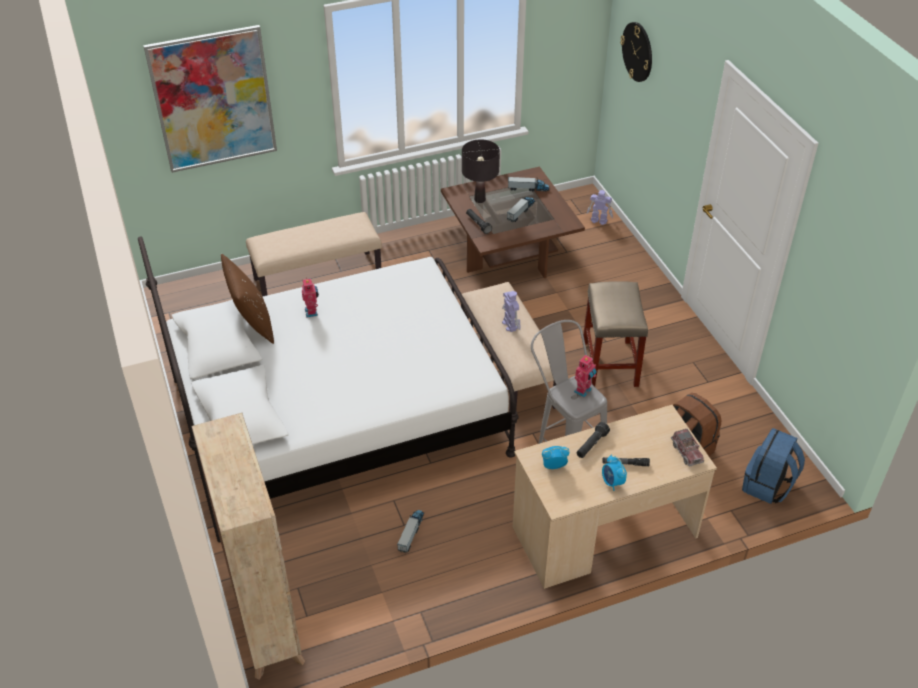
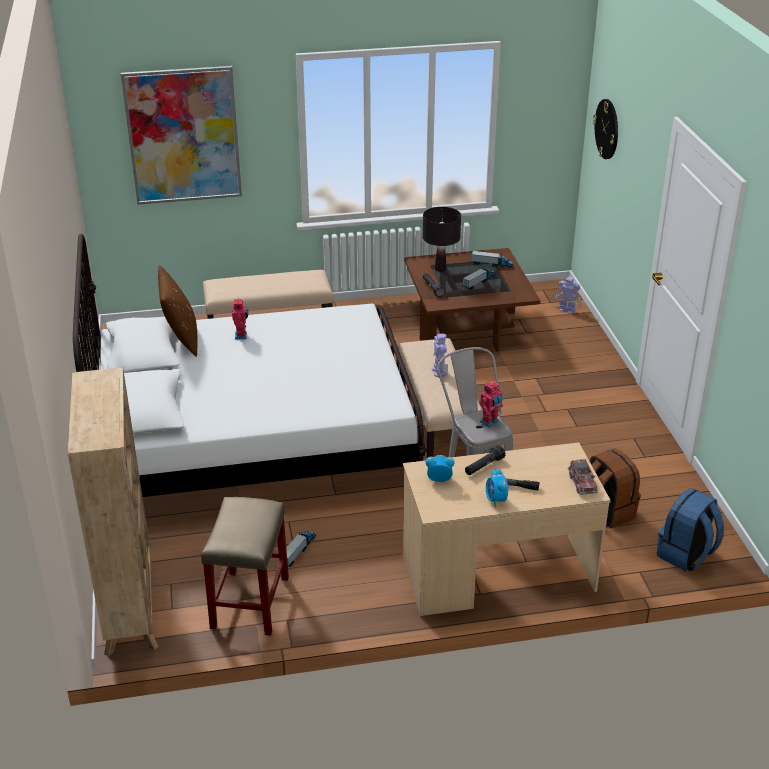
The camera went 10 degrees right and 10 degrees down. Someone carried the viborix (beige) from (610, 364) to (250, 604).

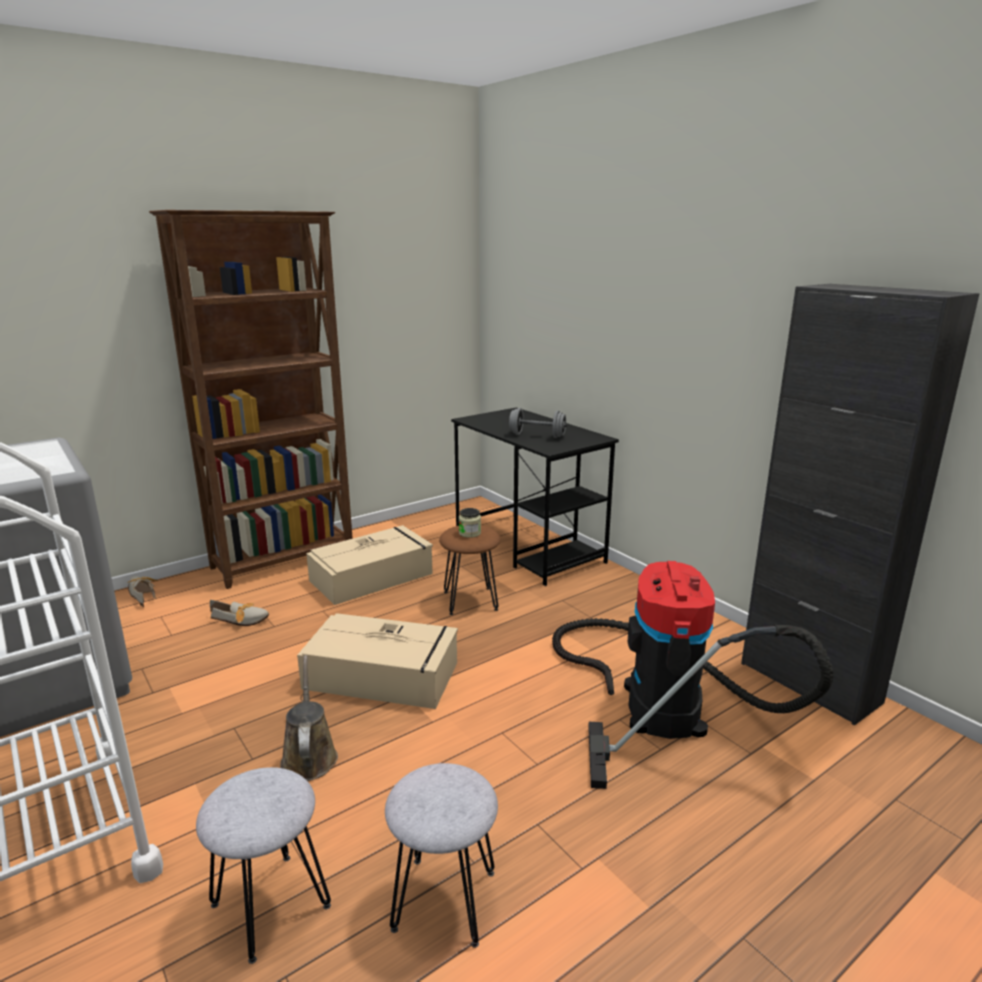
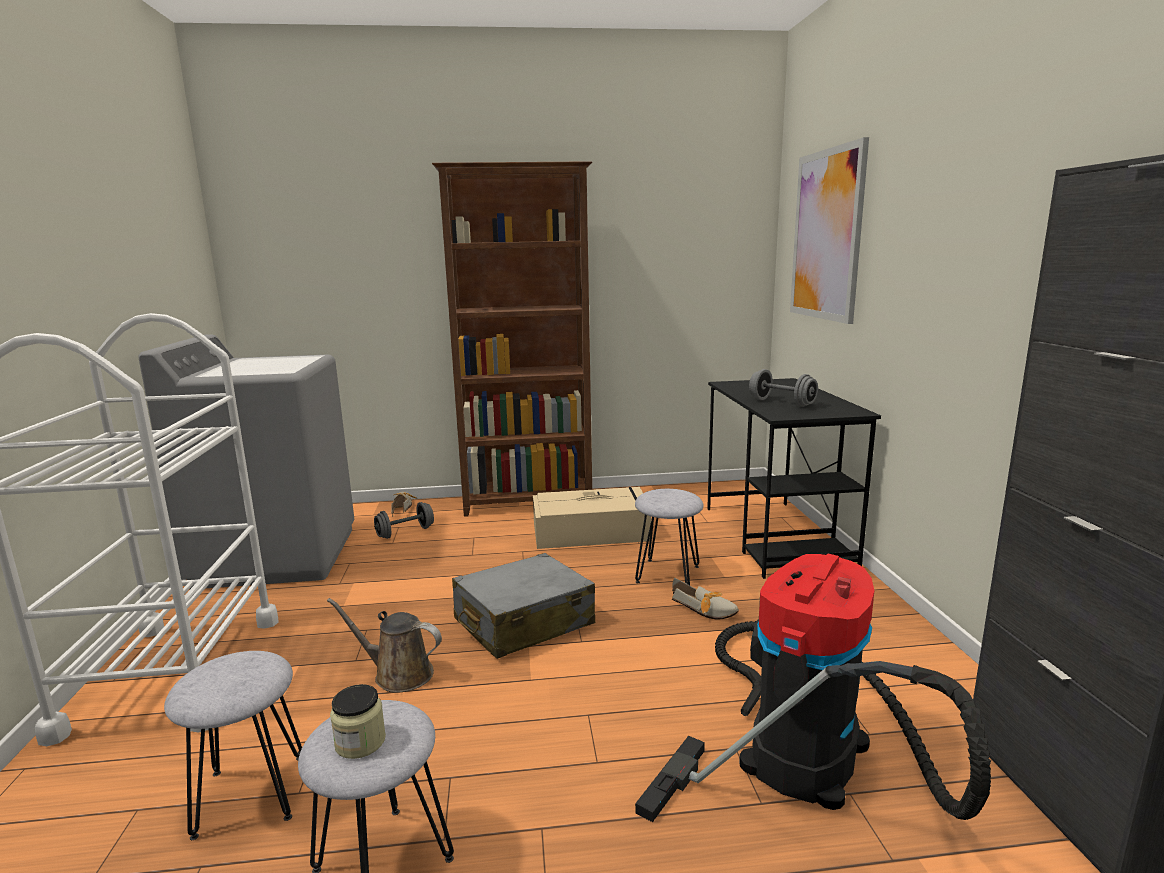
The camera went 30 degrees right and 5 degrees down. Someone carried the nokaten from (242, 620) to (706, 610). Someone rotated the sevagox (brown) at (309, 756) by 90 degrees counterclockwise. Someone swapped the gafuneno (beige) at (383, 676) for the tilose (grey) at (523, 622). Someone repainted the viborix (brown) at (471, 600), which became the viborix (grey) at (668, 574). Someone carried the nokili from (470, 533) to (360, 742). Someone put down the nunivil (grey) at (405, 532). Someone put up the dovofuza at (827, 235).

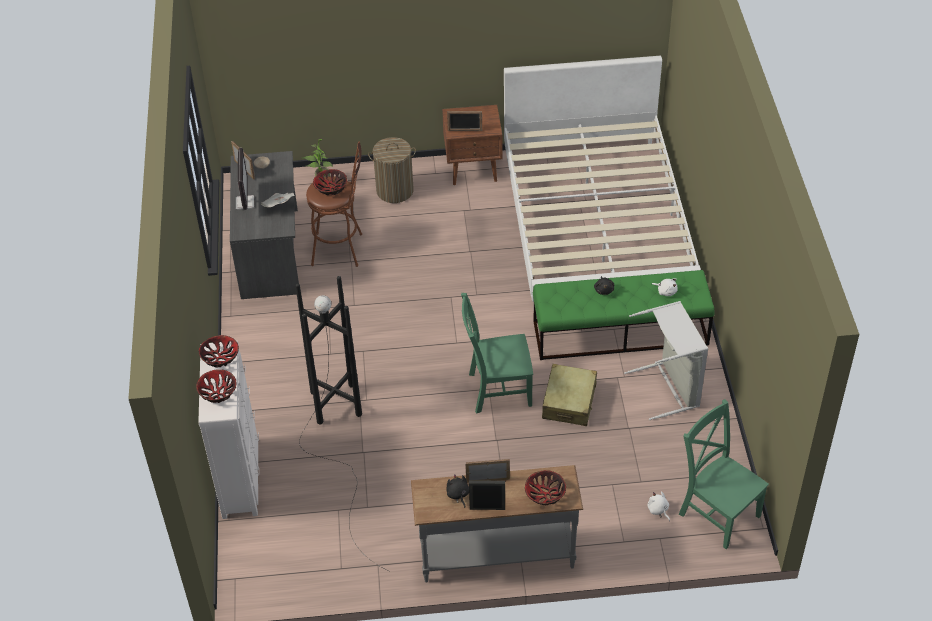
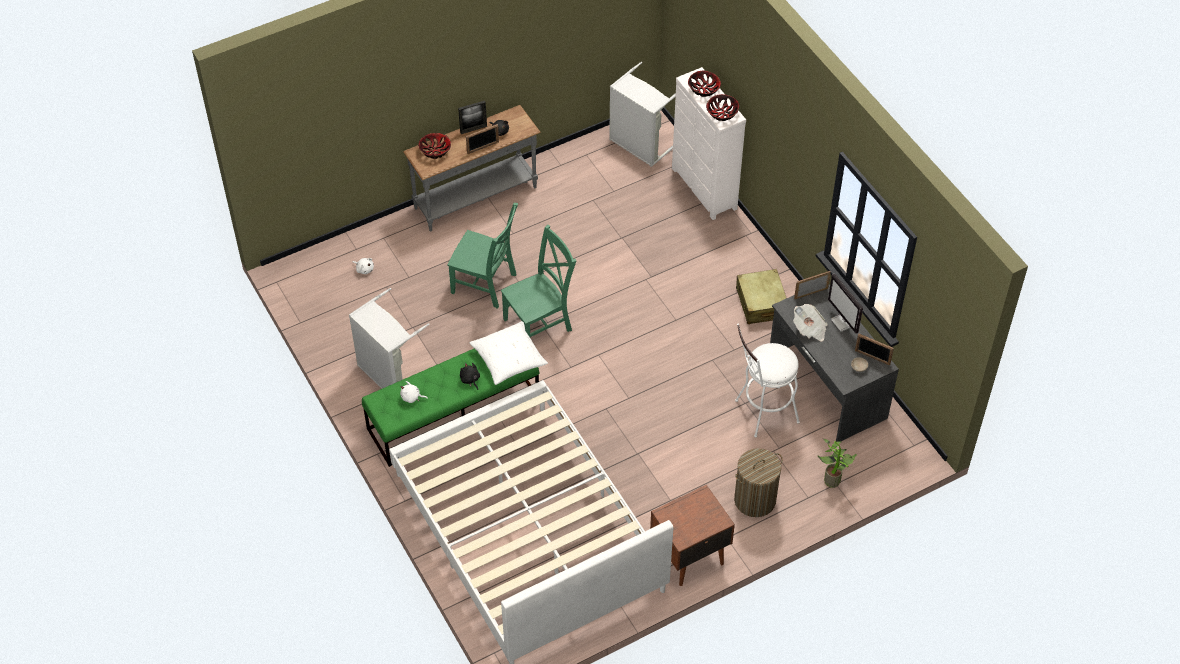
The camera went 155 degrees right and 5 degrees up. Someone took away the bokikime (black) at (337, 443). Someone repainted the viborix (brown) at (342, 249), which became the viborix (white) at (761, 413). Someone took away the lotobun at (331, 188). Someone carried the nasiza from (465, 130) to (810, 293). Someone carried the tilose (beige) from (569, 402) to (761, 303). Someone carried the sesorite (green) from (717, 512) to (486, 285). Someone put down the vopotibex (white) at (509, 359). Someone put down the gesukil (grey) at (640, 145).

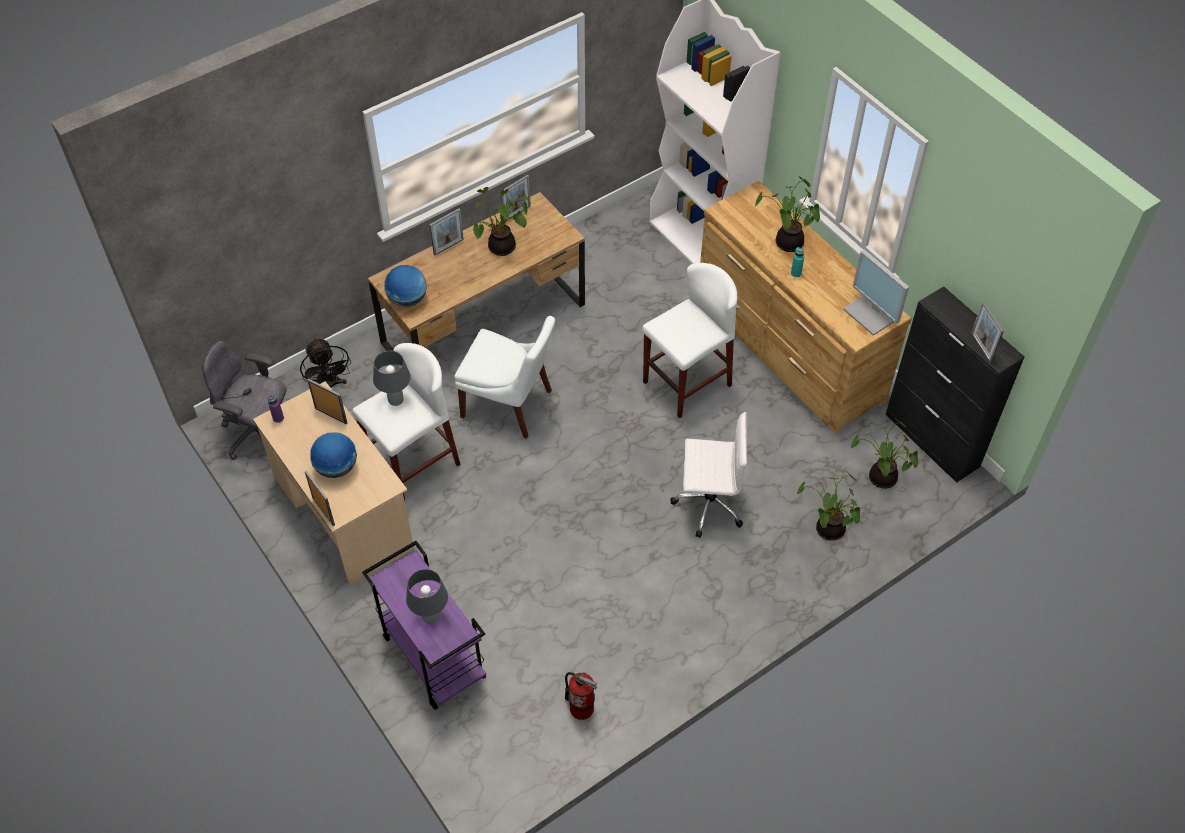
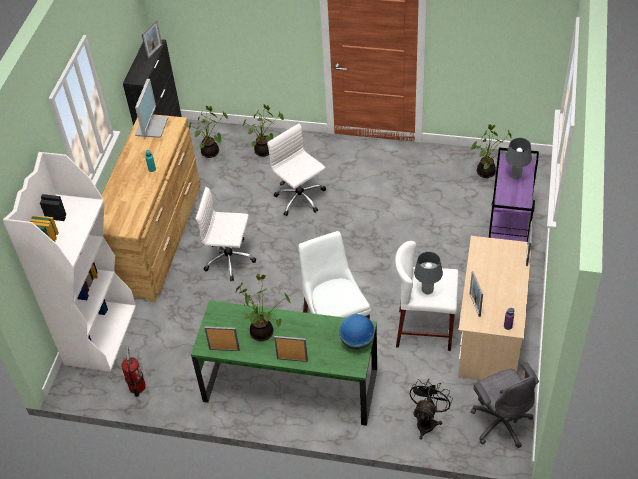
The camera went 130 degrees left and 5 degrees down. Someone took away the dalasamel at (337, 467). Someone repainted the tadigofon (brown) at (484, 324), which became the tadigofon (green) at (290, 385). Someone carried the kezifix from (581, 708) to (137, 387). Someone swapped the viborix (white) at (687, 383) for the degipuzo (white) at (230, 259). Someone carried the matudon from (786, 243) to (487, 173).

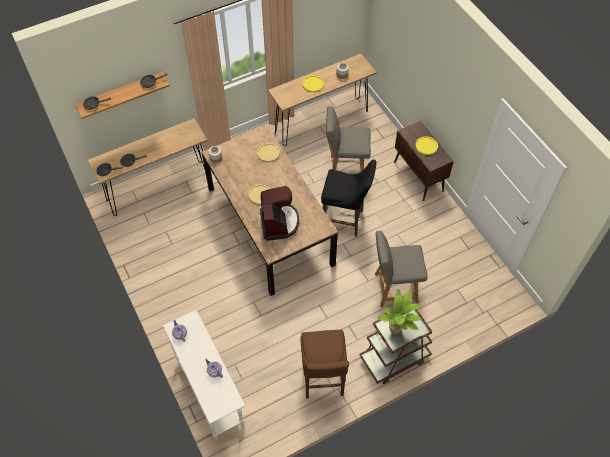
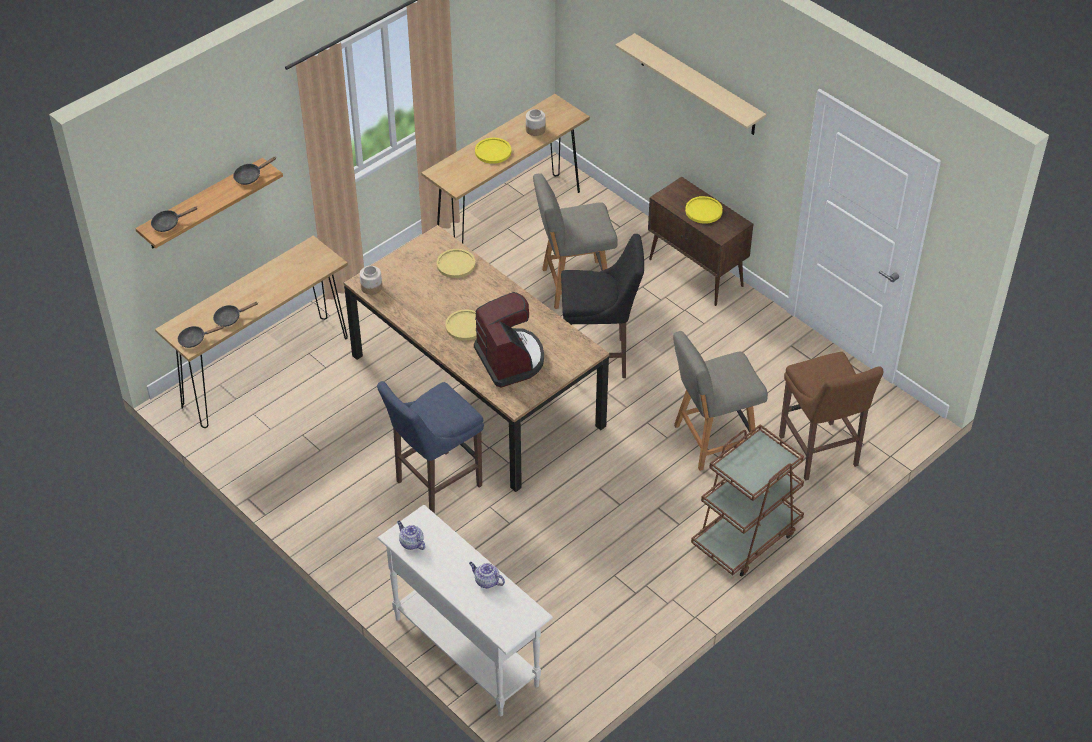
The camera went 15 degrees left and 10 degrees down. Someone carried the viborix (brown) from (322, 381) to (819, 454). Someone took away the matudon at (397, 331). Someone put down the viborix (blue) at (435, 485). Someone put up the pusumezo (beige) at (697, 85).

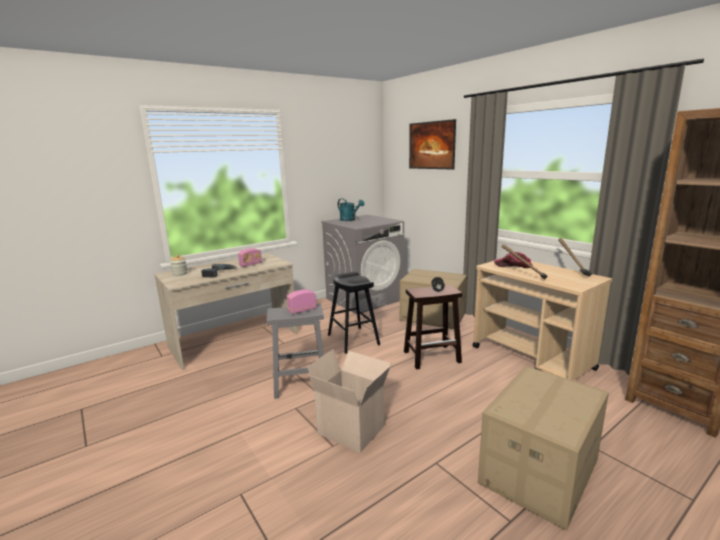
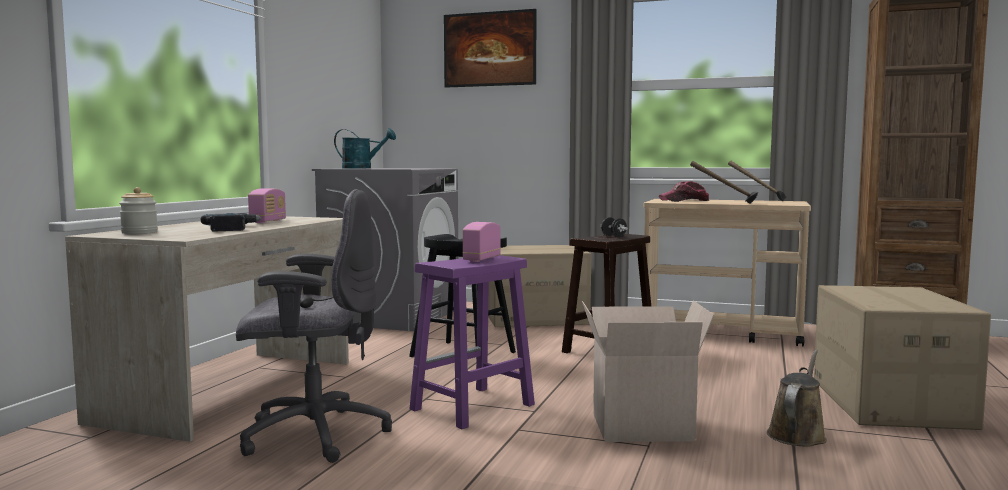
The camera went 35 degrees left and 10 degrees down. Someone repainted the viborix (grey) at (299, 383), which became the viborix (purple) at (471, 407). Someone put down the degipuzo (grey) at (313, 435). Someone put down the sevagox (brown) at (797, 434).

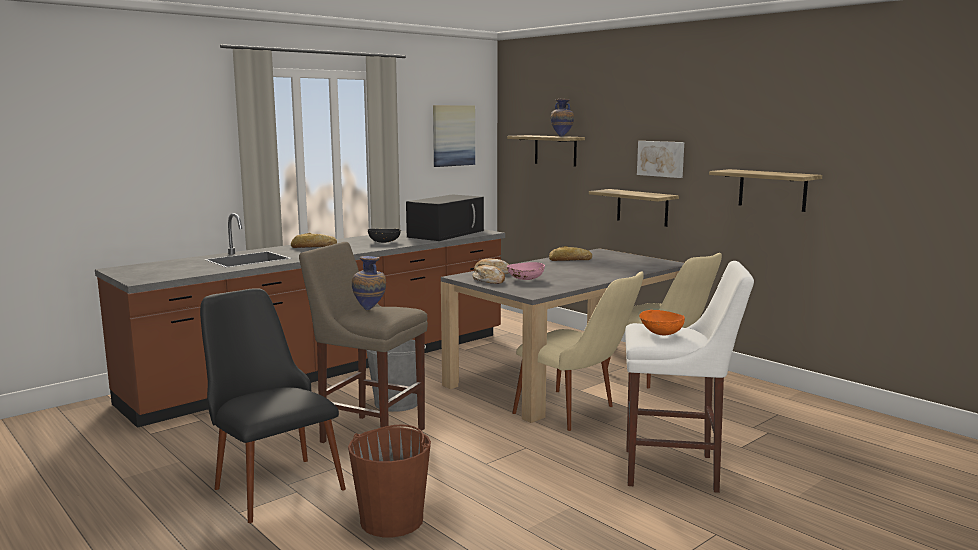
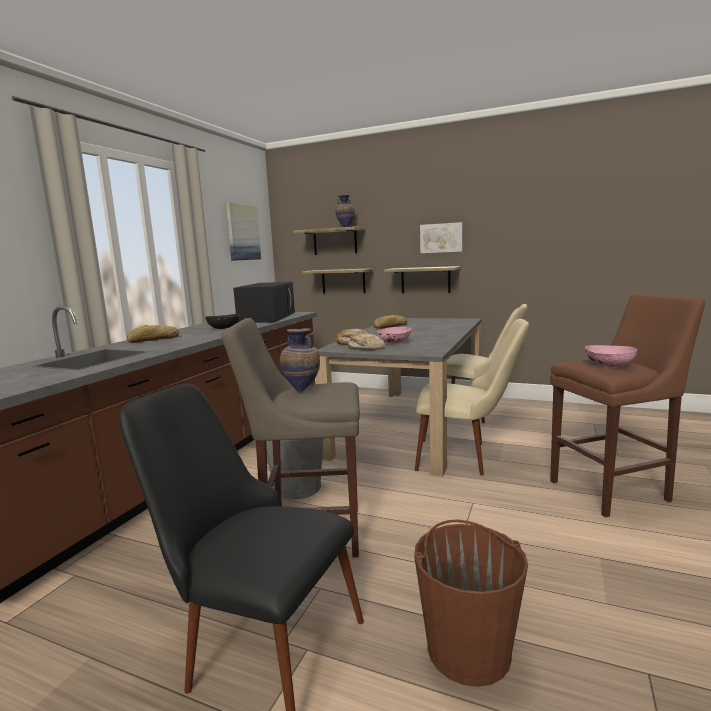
The camera went 25 degrees left and 0 degrees up. Someone repainted the viborix (white) at (676, 471), which became the viborix (brown) at (613, 490). Someone repainted the lotobun (orange) at (660, 333), which became the lotobun (pink) at (608, 366). Someone carried the pusumezo from (772, 190) to (343, 281).

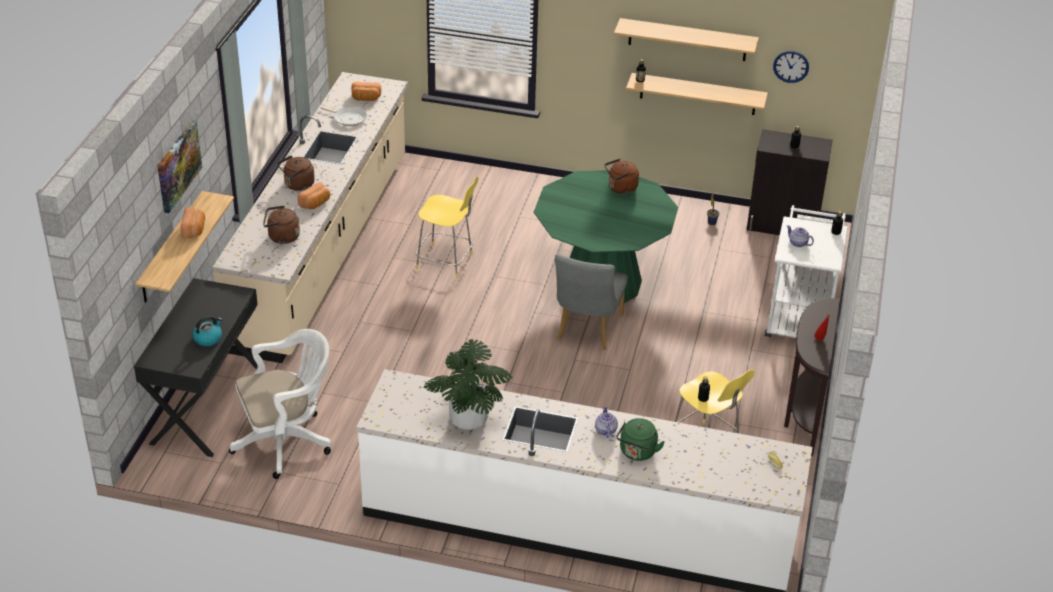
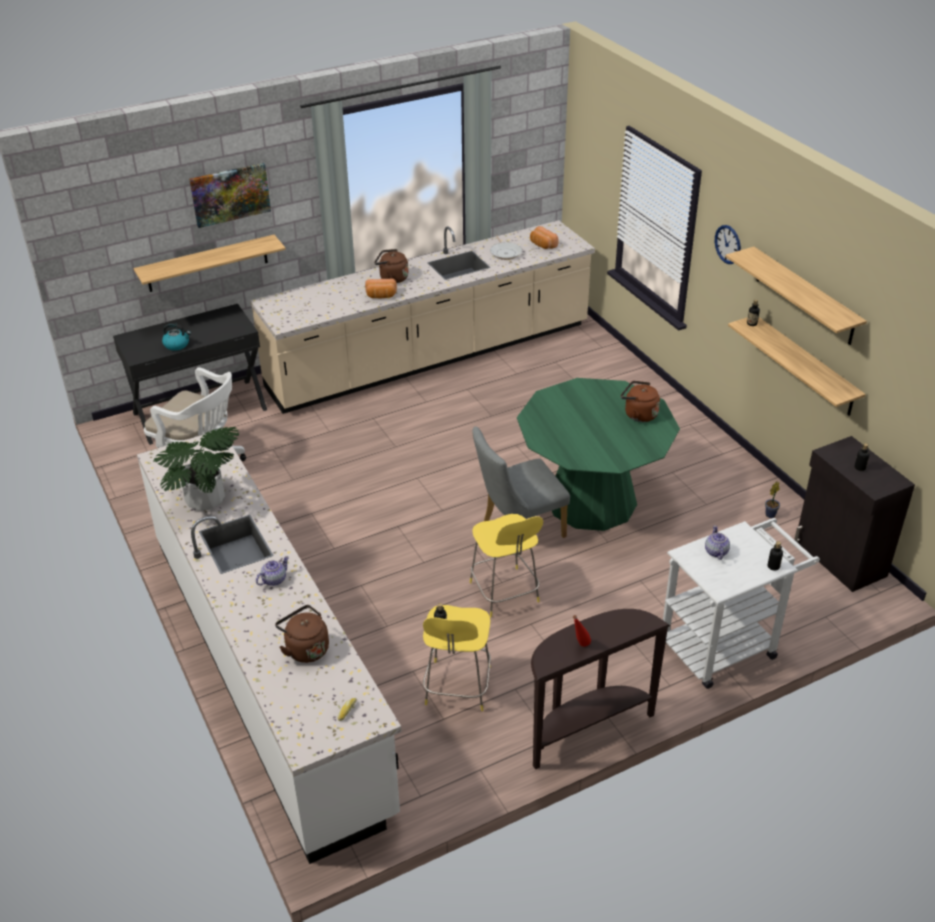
The camera went 50 degrees right and 0 degrees up. Someone took away the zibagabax at (194, 230). Someone carried the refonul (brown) from (281, 237) to (305, 648). Someone carried the viborix (yellow) from (446, 262) to (505, 594). Someone took away the refonul (green) at (637, 453). Someone carried the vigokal from (791, 66) to (728, 244).

